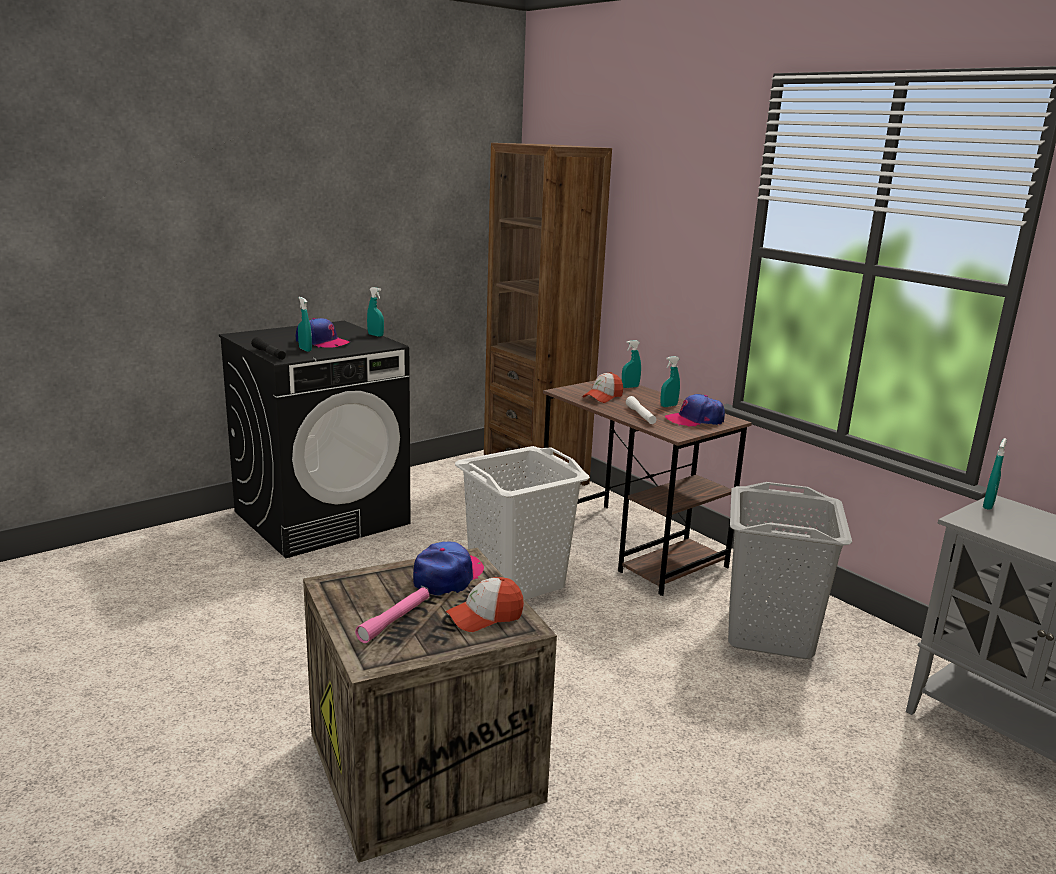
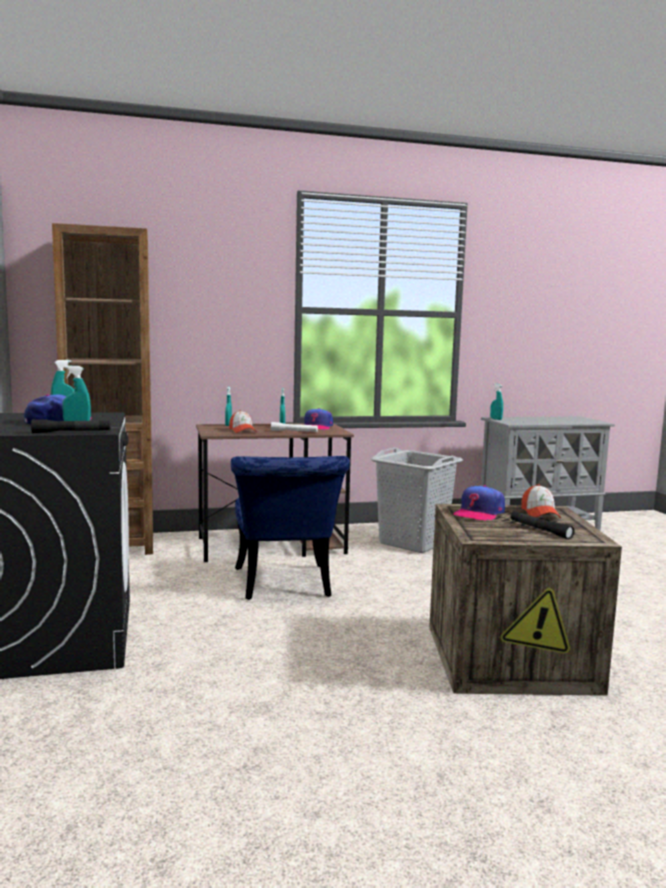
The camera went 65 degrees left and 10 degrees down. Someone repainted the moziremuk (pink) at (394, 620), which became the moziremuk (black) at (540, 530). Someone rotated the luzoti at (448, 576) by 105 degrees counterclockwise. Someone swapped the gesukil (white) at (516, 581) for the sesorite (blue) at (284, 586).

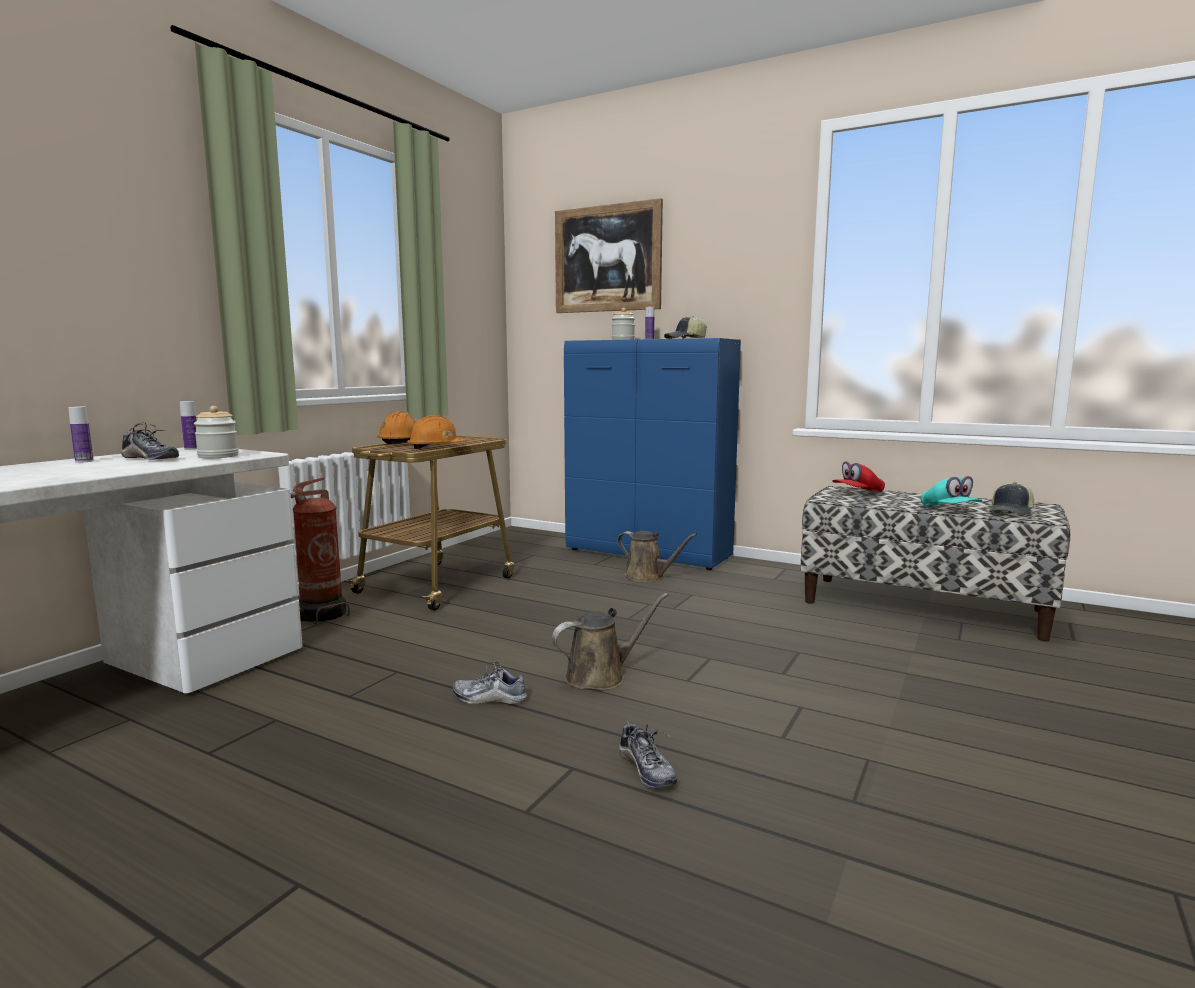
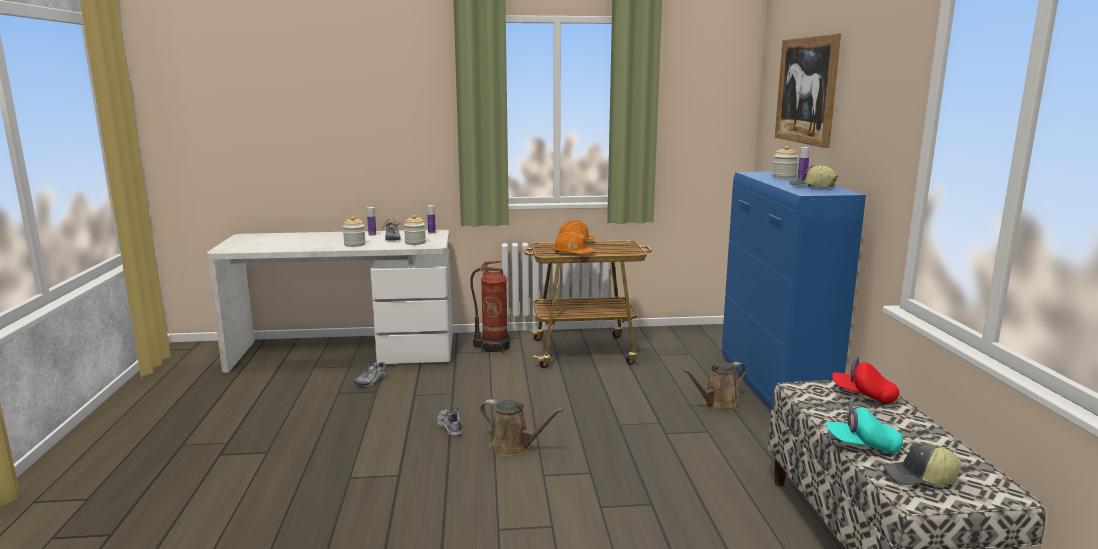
The camera went 55 degrees right and 5 degrees up. Someone rotated the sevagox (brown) at (648, 576) by 60 degrees clockwise. Someone carried the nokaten from (646, 770) to (371, 380). Someone rotated the luzoti (turquoise) at (949, 510) by 60 degrees clockwise. Someone put down the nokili at (354, 244).

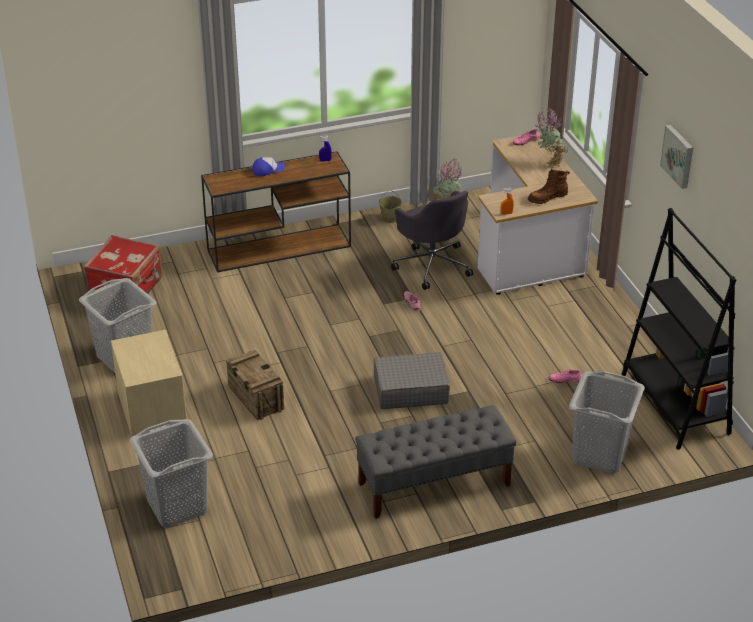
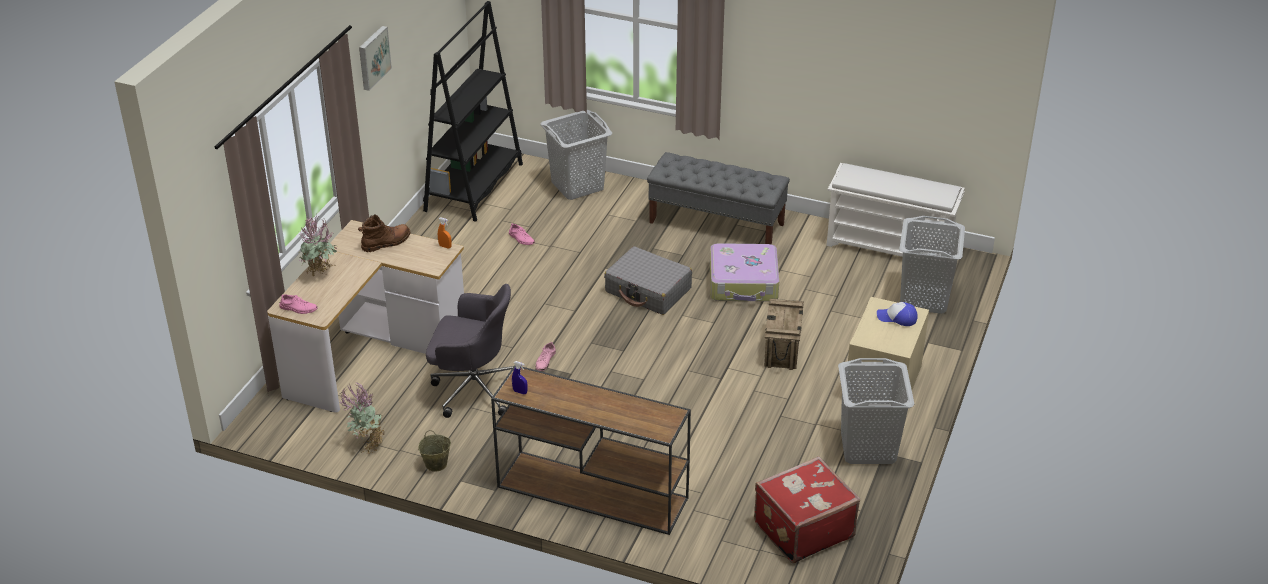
The camera went 140 degrees left and 0 degrees up. Someone carried the luzoti from (268, 170) to (897, 318). Someone rotated the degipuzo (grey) at (432, 264) by 90 degrees clockwise. Someone rotated the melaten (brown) at (547, 198) by 45 degrees counterclockwise. Someone put down the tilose at (744, 283). Someone put down the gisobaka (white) at (890, 246).

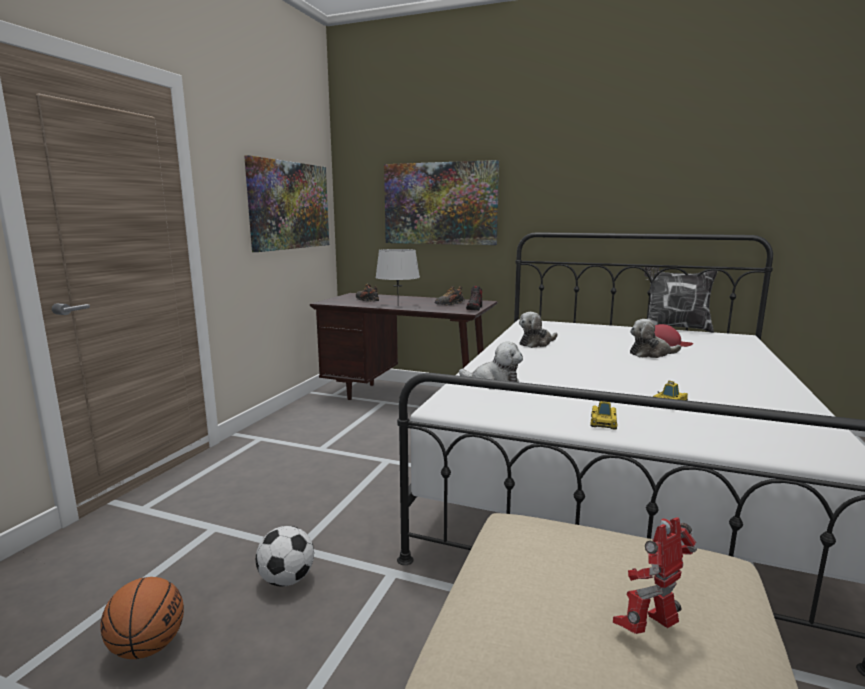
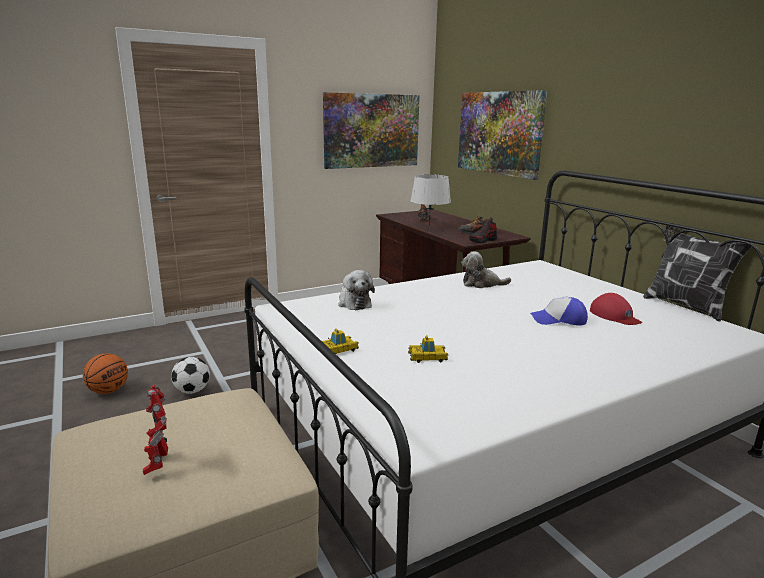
The camera went 40 degrees right and 5 degrees up. Someone rotated the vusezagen at (649, 629) by 120 degrees counterclockwise. Someone swapped the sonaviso at (651, 354) for the luzoti at (559, 320).

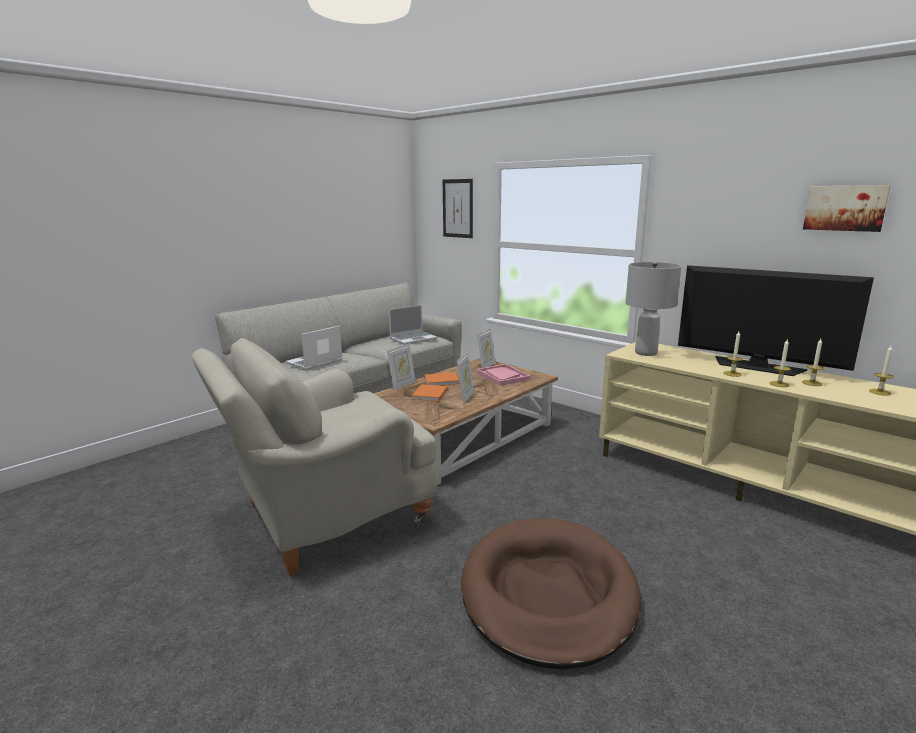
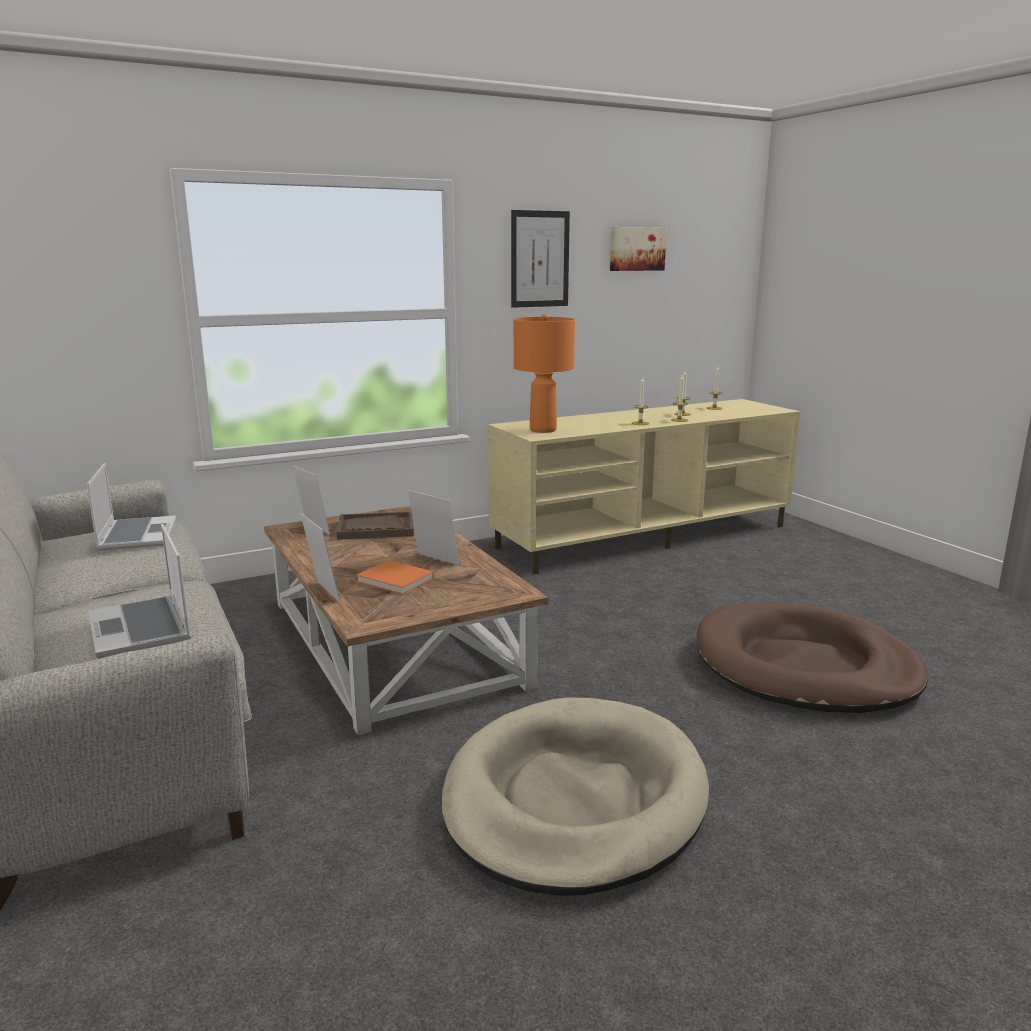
The camera went 70 degrees left and 0 degrees up. Someone swapped the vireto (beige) at (324, 516) for the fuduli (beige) at (574, 800). Someone took away the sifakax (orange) at (442, 380). Someone carried the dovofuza from (457, 208) to (539, 259). Someone repainted the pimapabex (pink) at (502, 376), which became the pimapabex (brown) at (375, 528). Someone repainted the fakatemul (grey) at (646, 353), which became the fakatemul (orange) at (543, 430). Someone took away the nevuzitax at (757, 367).

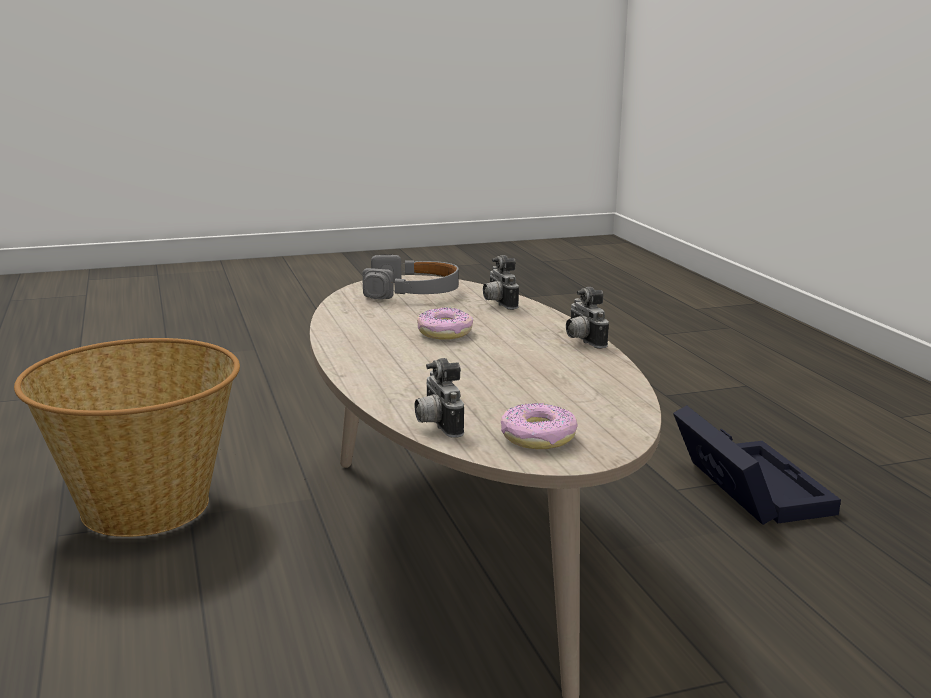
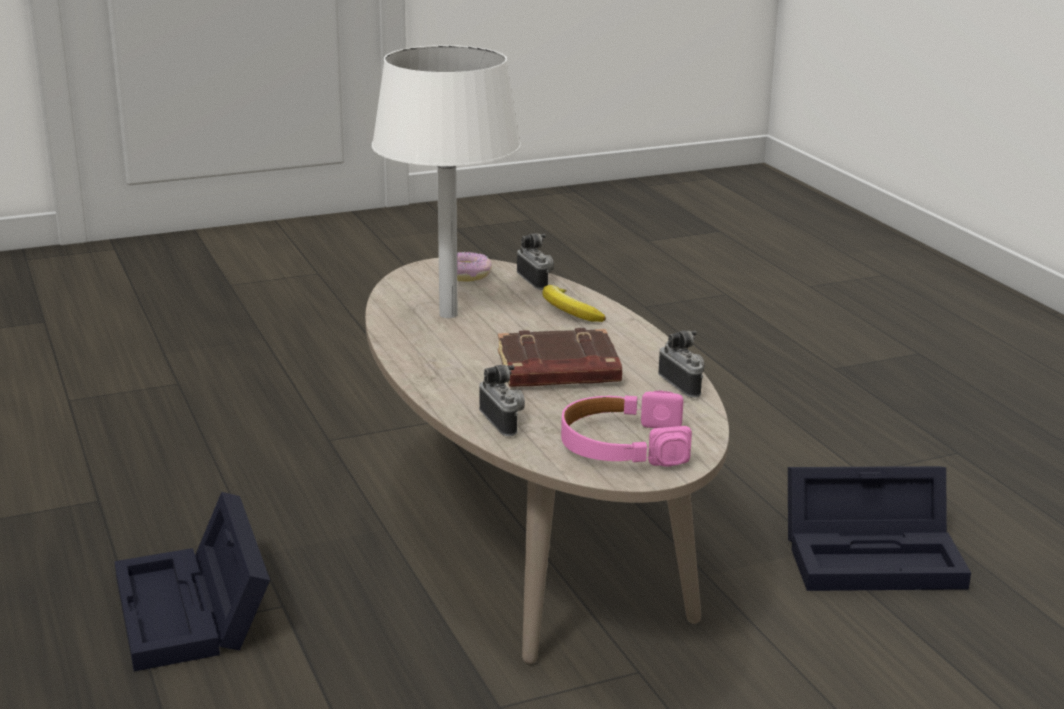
The camera went 175 degrees right and 5 degrees up. Someone swapped the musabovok at (145, 507) for the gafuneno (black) at (876, 555). Someone repainted the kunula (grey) at (412, 291), which became the kunula (pink) at (623, 445). Someone swapped the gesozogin at (445, 332) for the sifakax (brown) at (557, 370). Someone carried the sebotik from (582, 341) to (685, 384). Someone put down the fakatemul (white) at (448, 314). Someone put down the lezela at (568, 311).

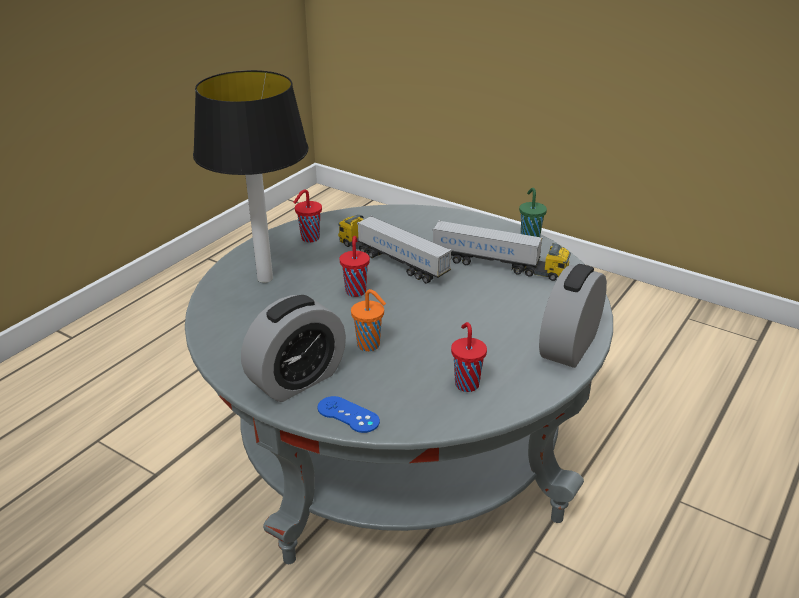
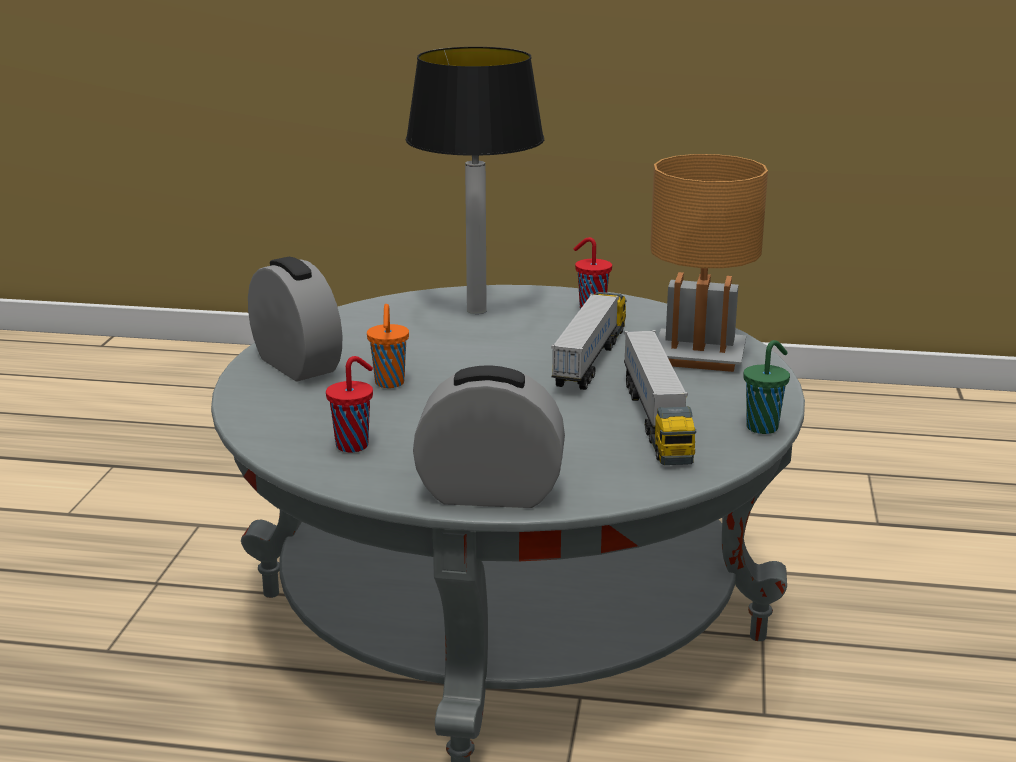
The camera went 65 degrees right and 10 degrees down. Someone rotated the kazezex at (297, 380) by 150 degrees counterclockwise. Someone took away the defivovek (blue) at (348, 415). Someone took away the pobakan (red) at (356, 291). Someone put down the fakatemul (brown) at (698, 357).

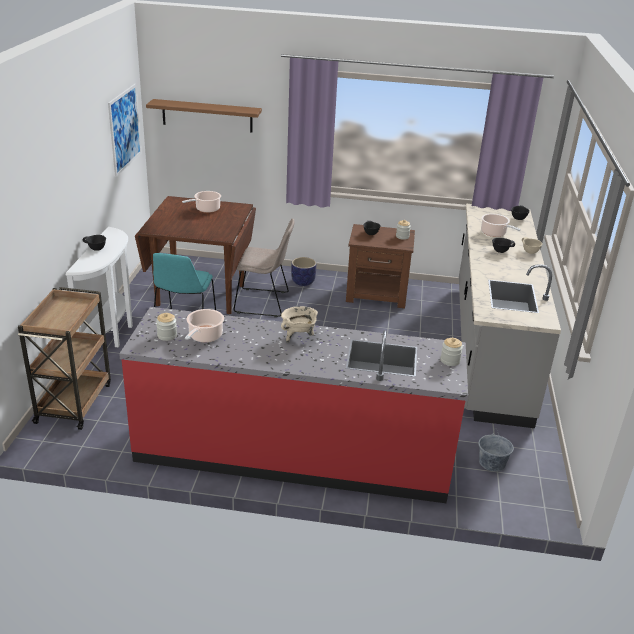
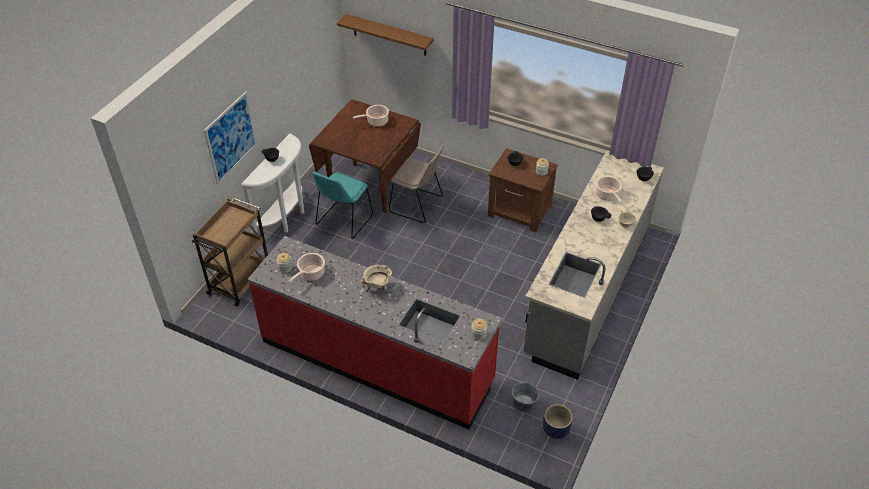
The camera went 20 degrees right and 15 degrees up. Someone carried the dovofuza from (124, 129) to (231, 137). Someone carried the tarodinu from (303, 282) to (555, 430).

